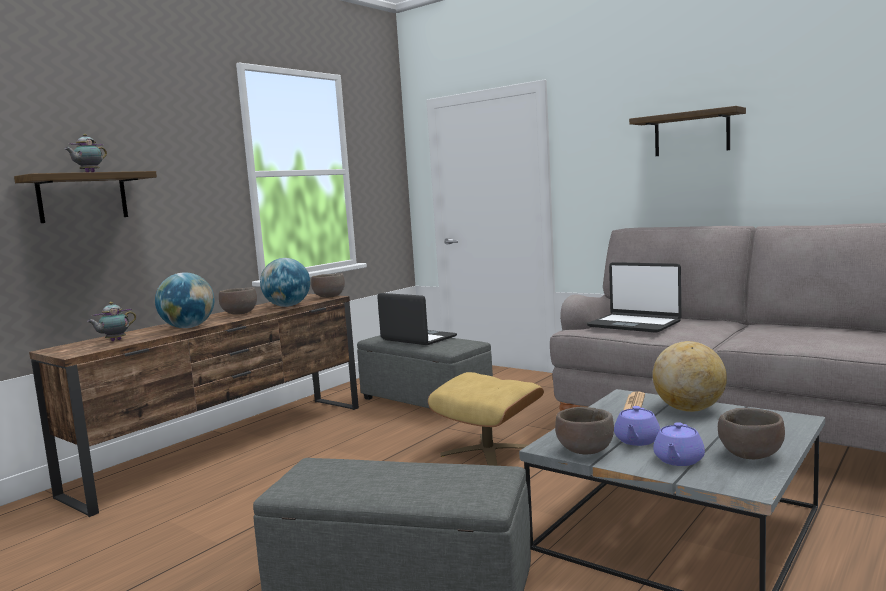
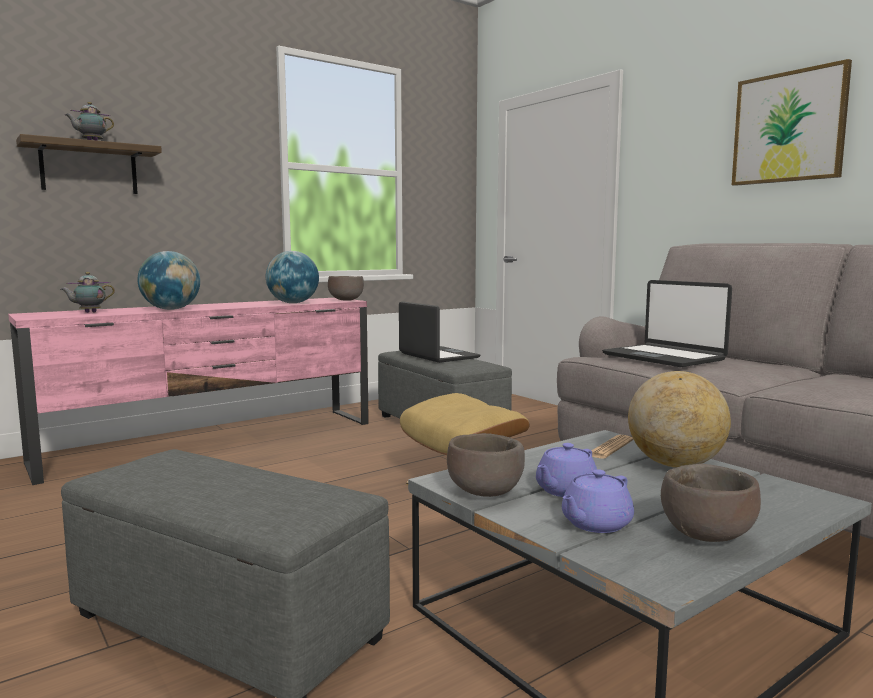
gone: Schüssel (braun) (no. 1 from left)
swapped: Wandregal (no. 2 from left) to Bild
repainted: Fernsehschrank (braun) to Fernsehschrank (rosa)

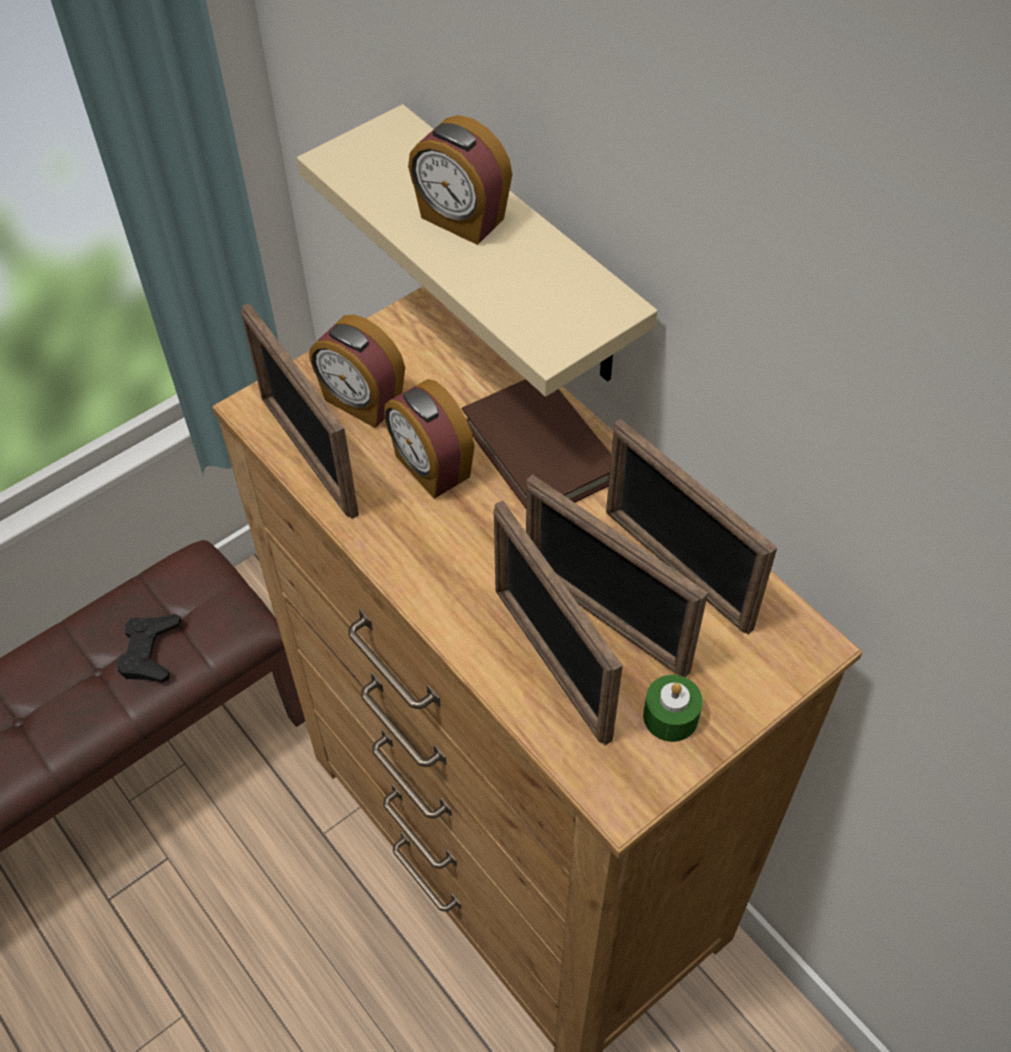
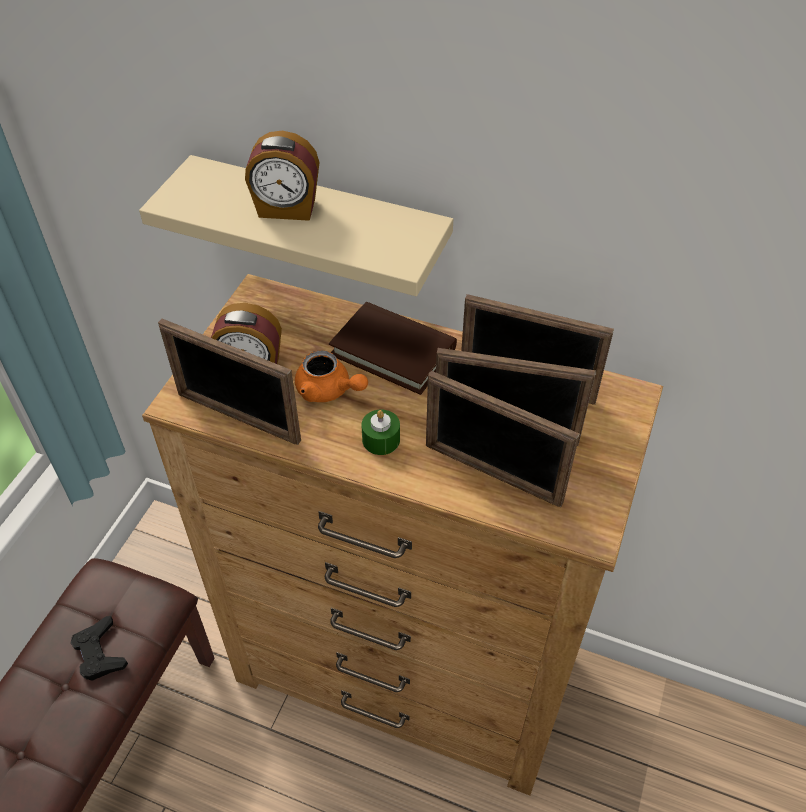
shifted: Kerze (grün)
swapped: Wecker (no. 2 from left) to Teekanne (orange)

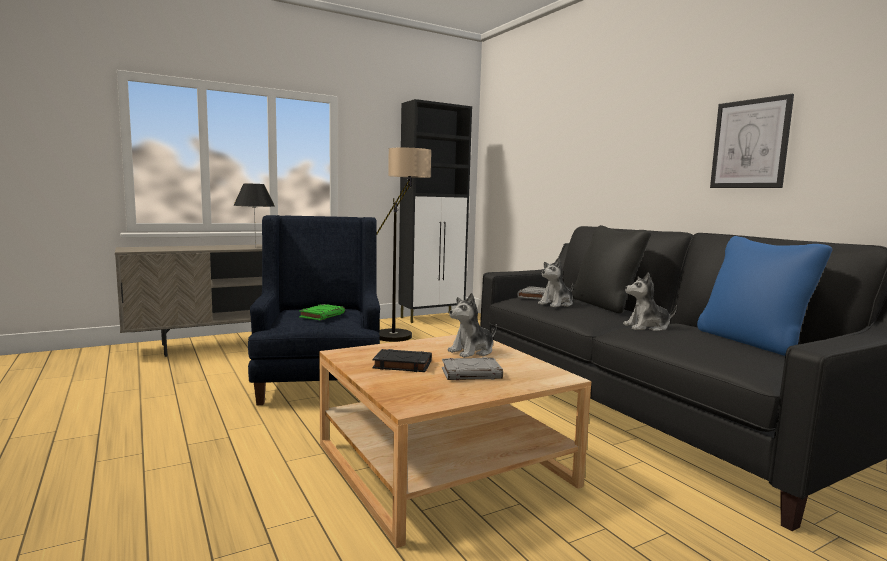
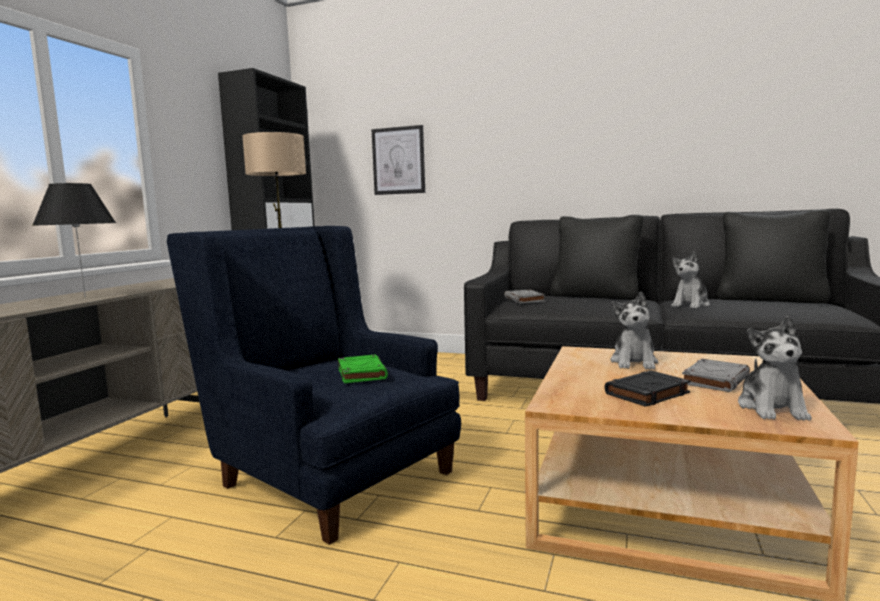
shifted: Bild; Plüschtier (no. 2 from left in the first image) to Plüschtier (no. 3 from left)
repainted: Kissen (blau) to Kissen (schwarz) (no. 2 from left)

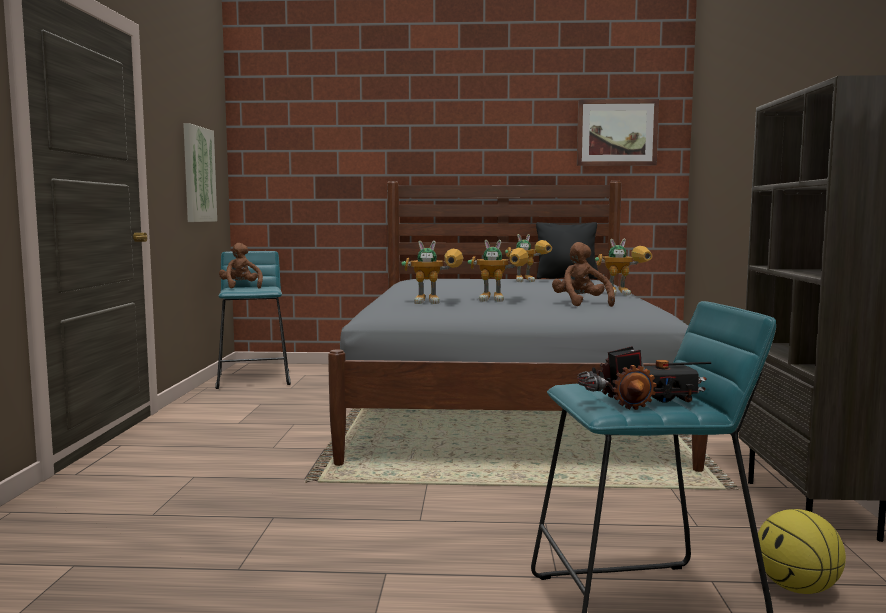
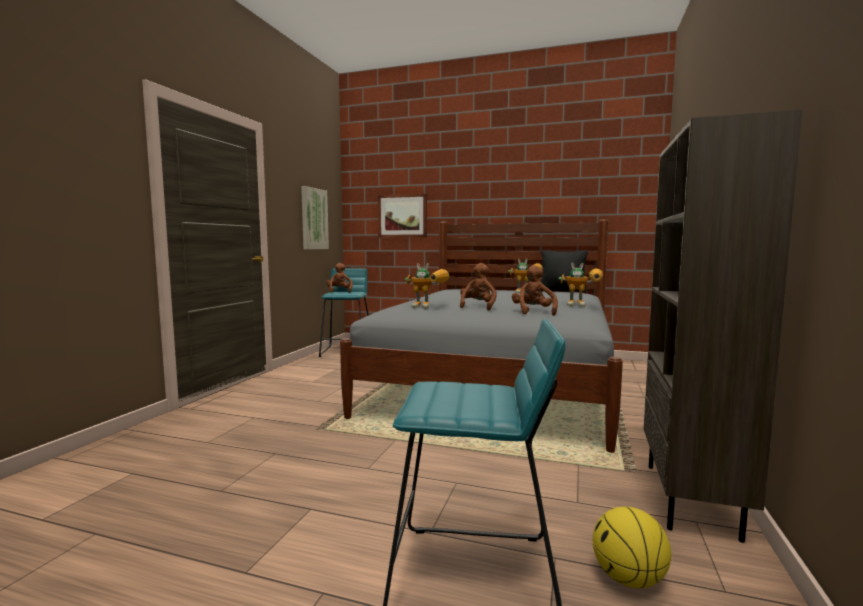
gone: Spielzeuglaster
shifted: Bild (no. 2 from left)
swapped: Spielzeugroboter (no. 2 from left) to Plüschtier (braun) (no. 2 from left)

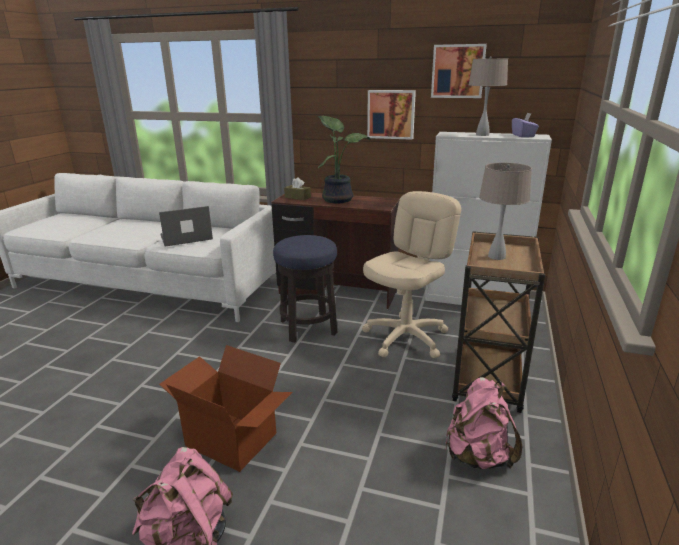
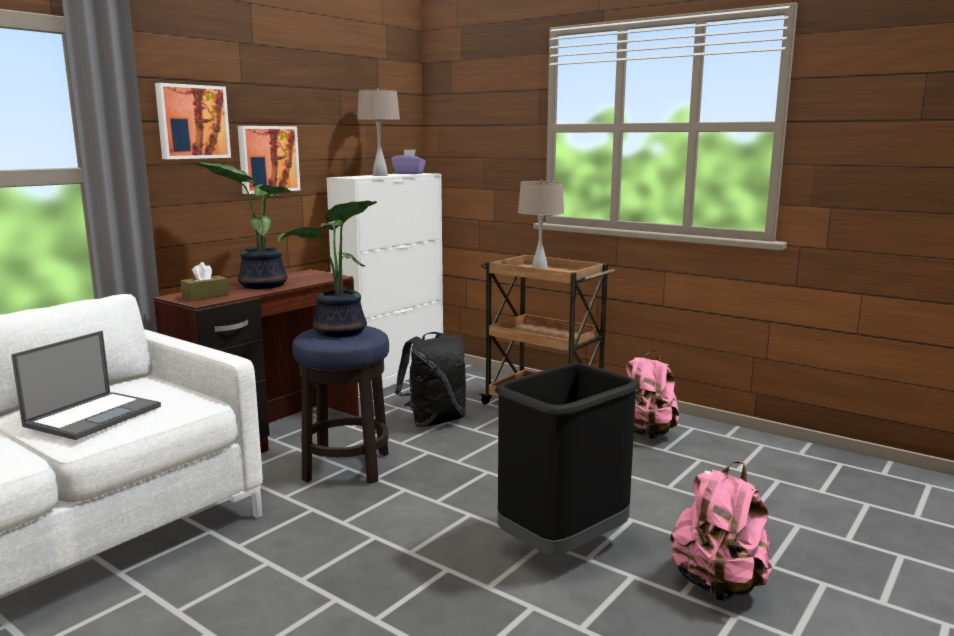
new: Topfpflanze (no. 2 from left)
shifted: Bild (no. 2 from left in the first image) to Bild (no. 1 from left)
swapped: Bürostuhl (beige) to Rucksack (schwarz); Karton to Mülleimer (schwarz)
rotated: Laptop 150 degrees counterclockwise

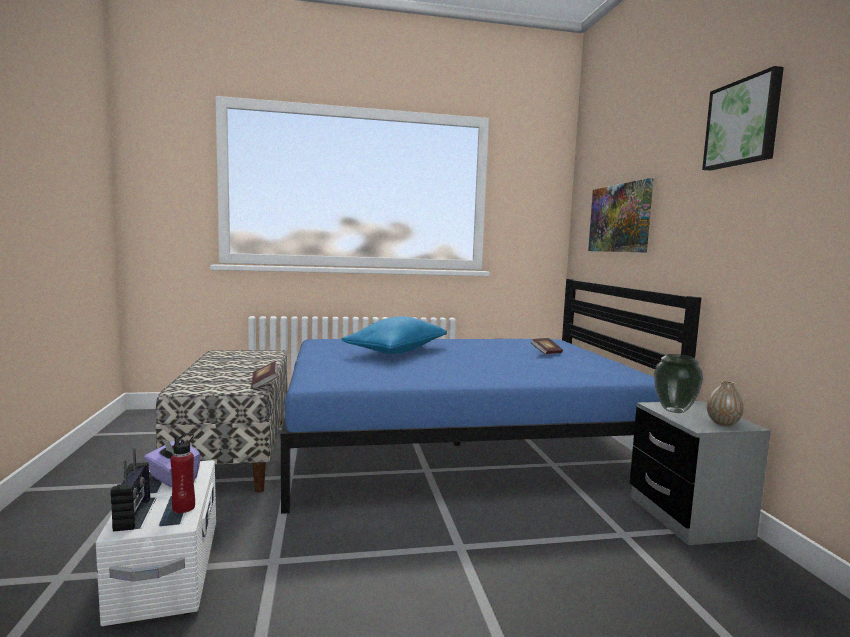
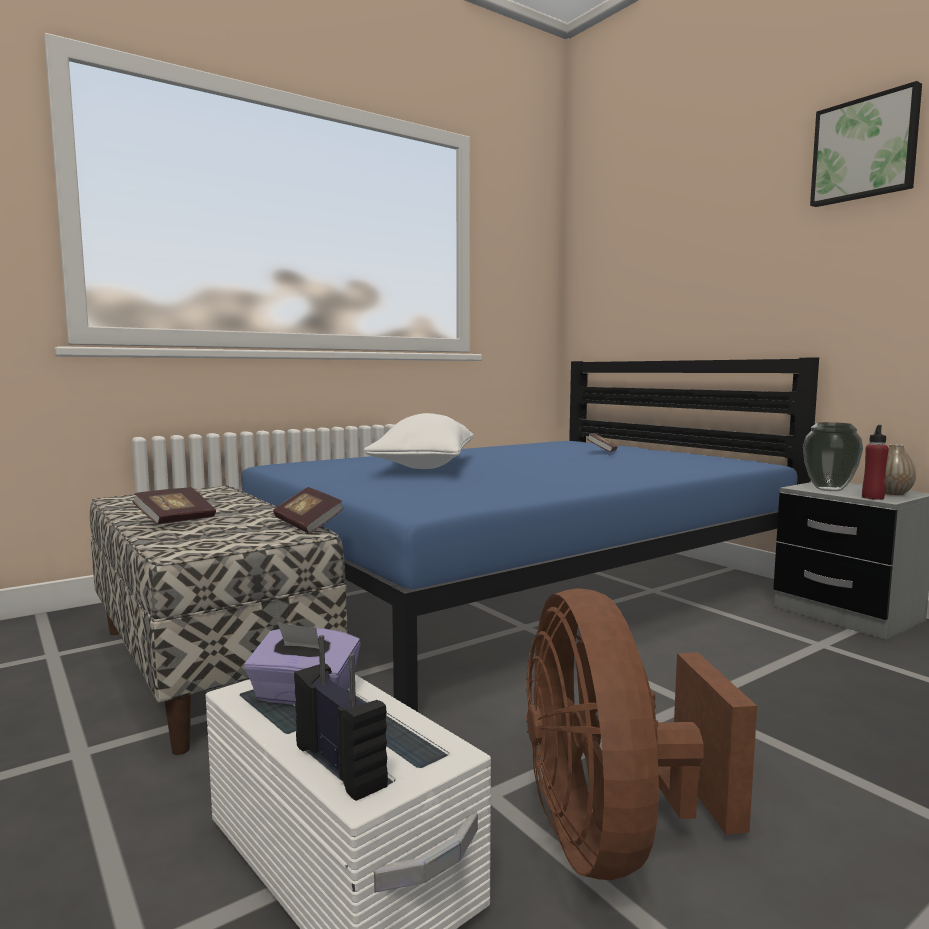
gone: Bild (no. 1 from left)
new: Buch (no. 1 from left); Ventilator (braun)
shifted: Flasche (rot)
repainted: Kissen (blau) to Kissen (weiß)

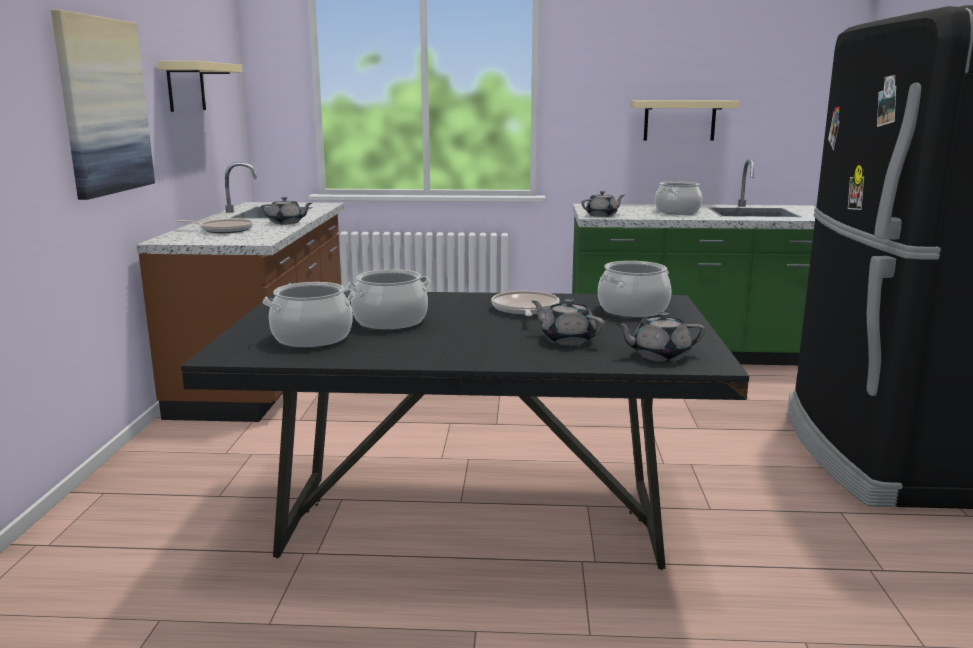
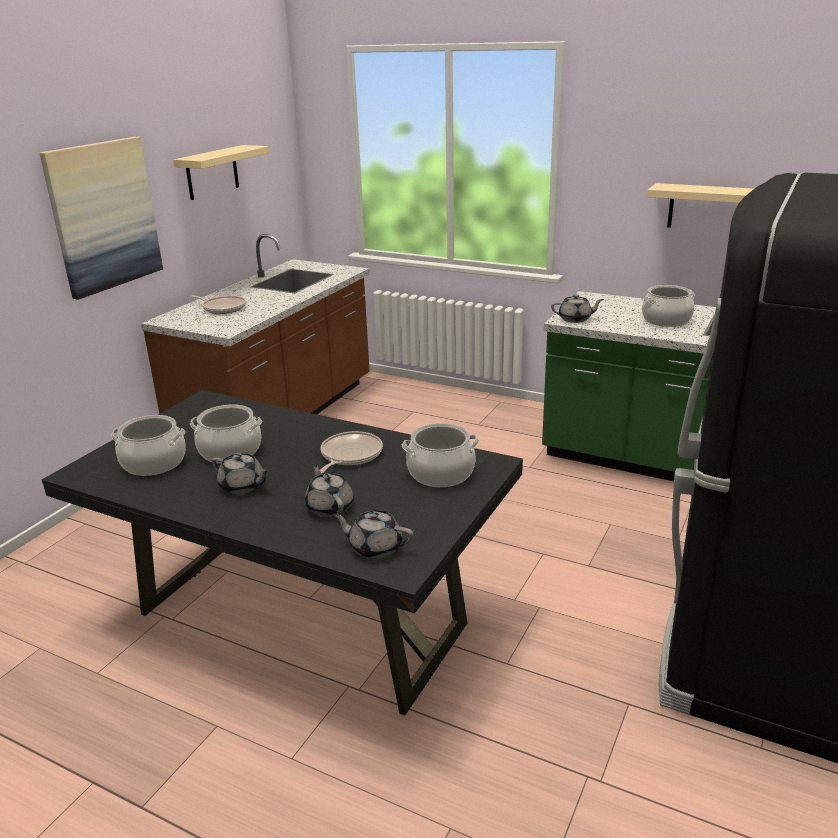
shifted: Teekanne (grau) (no. 1 from left)

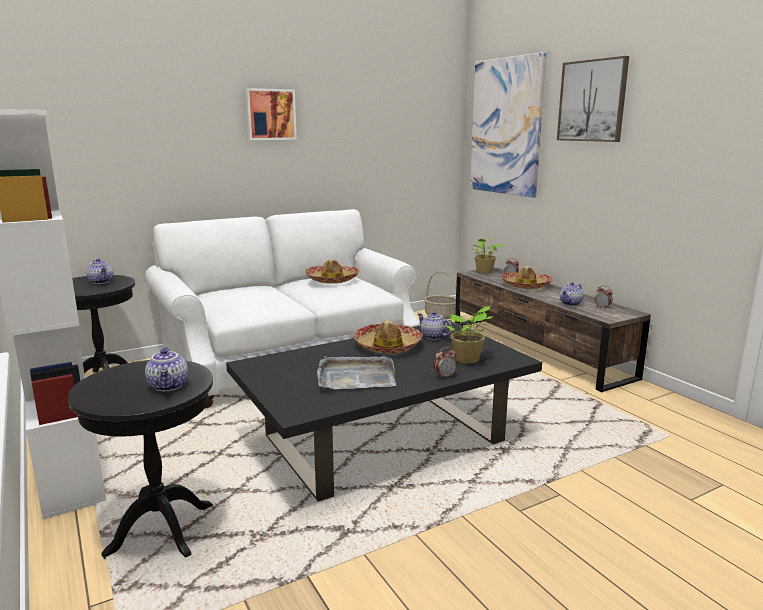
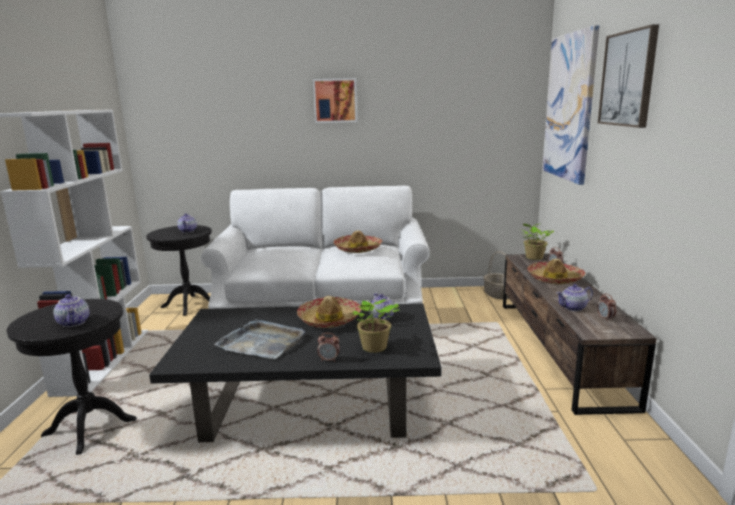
rotated: Teekanne (no. 2 from left in the first image) 45 degrees counterclockwise

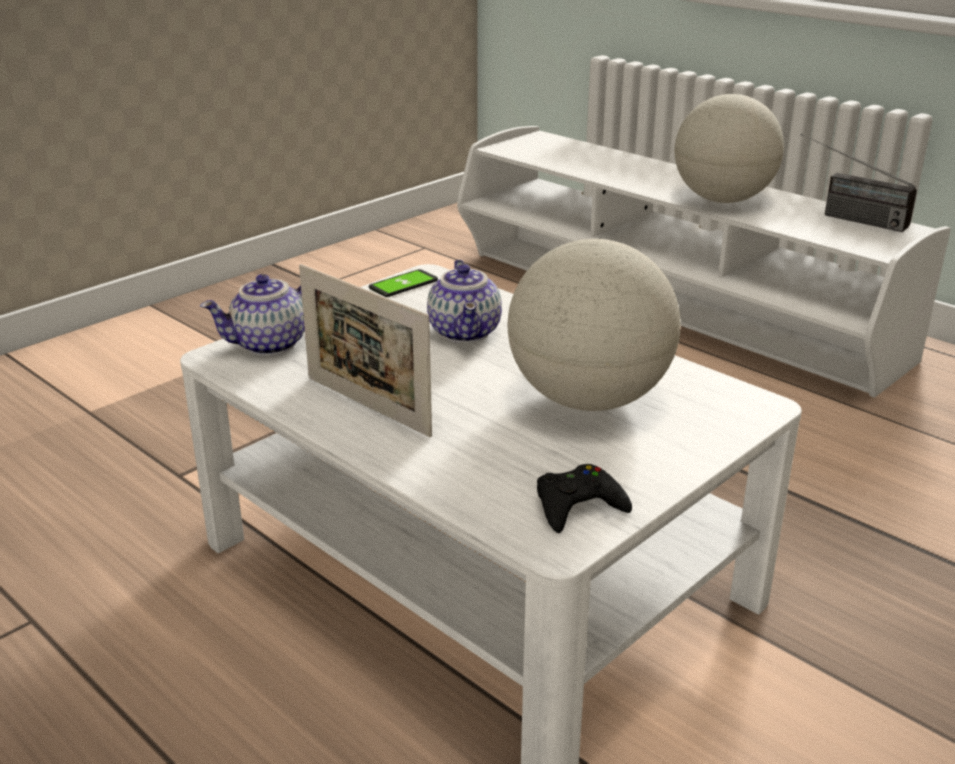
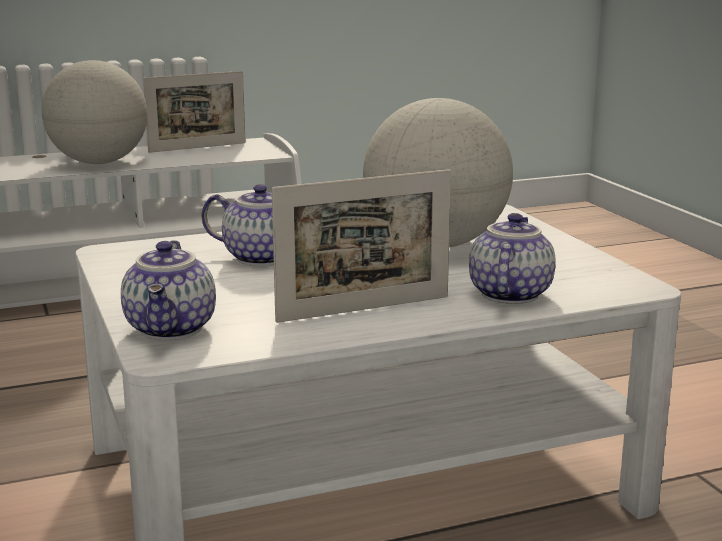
gone: Handy; Gamepad (schwarz)
new: Teekanne (no. 3 from left)
swapped: Radio to Bilderrahmen (no. 1 from left)

